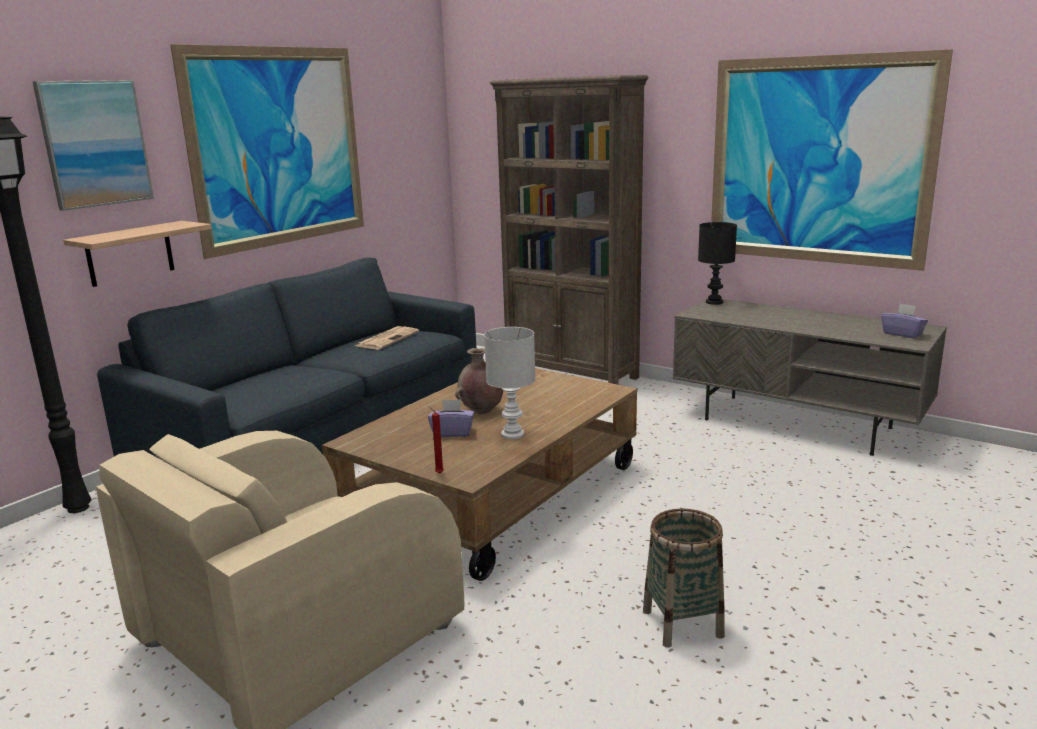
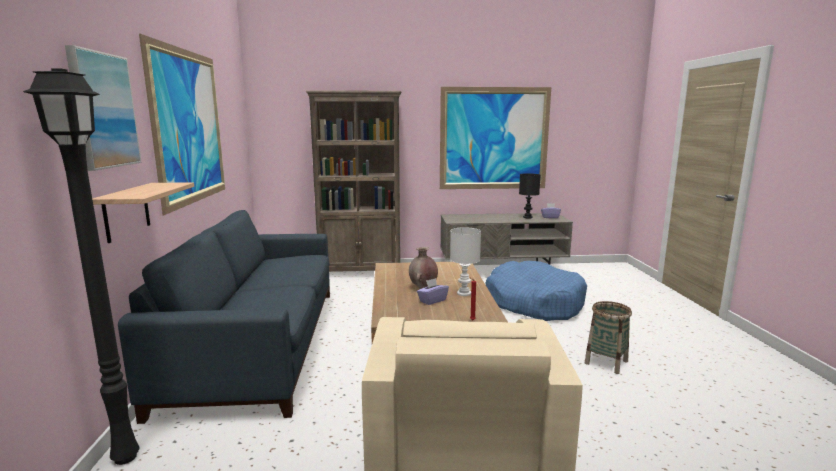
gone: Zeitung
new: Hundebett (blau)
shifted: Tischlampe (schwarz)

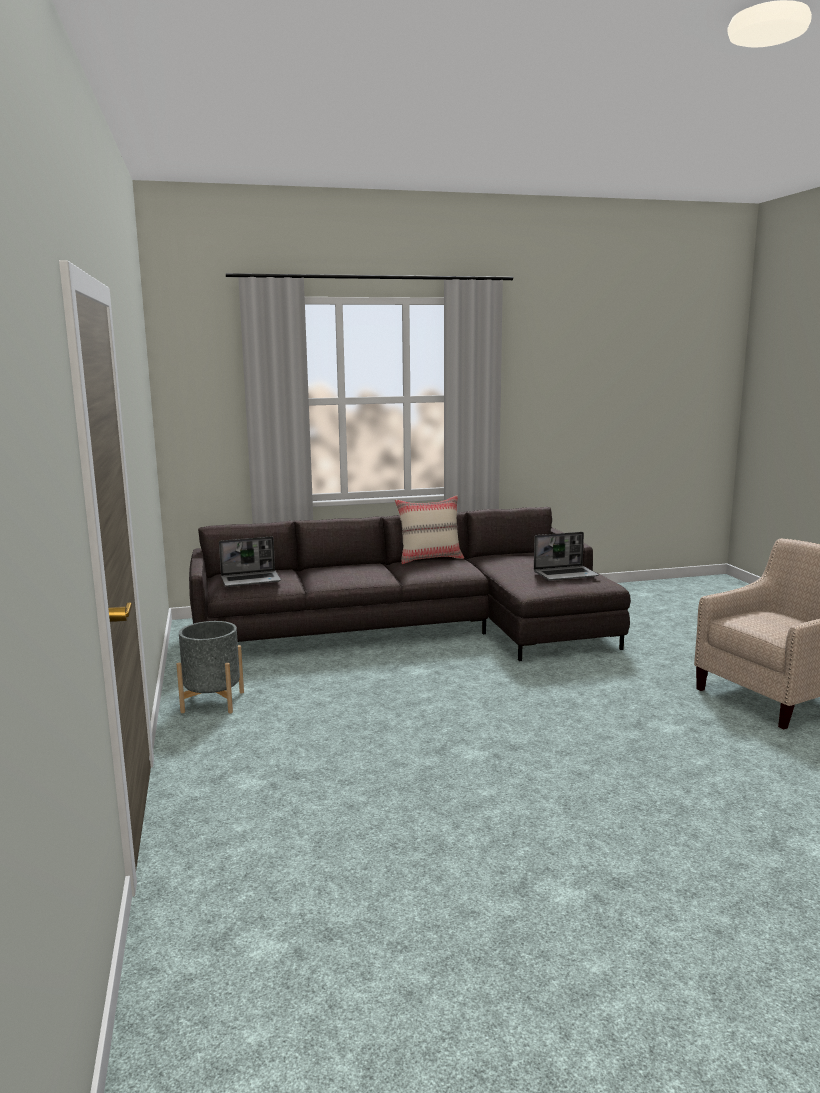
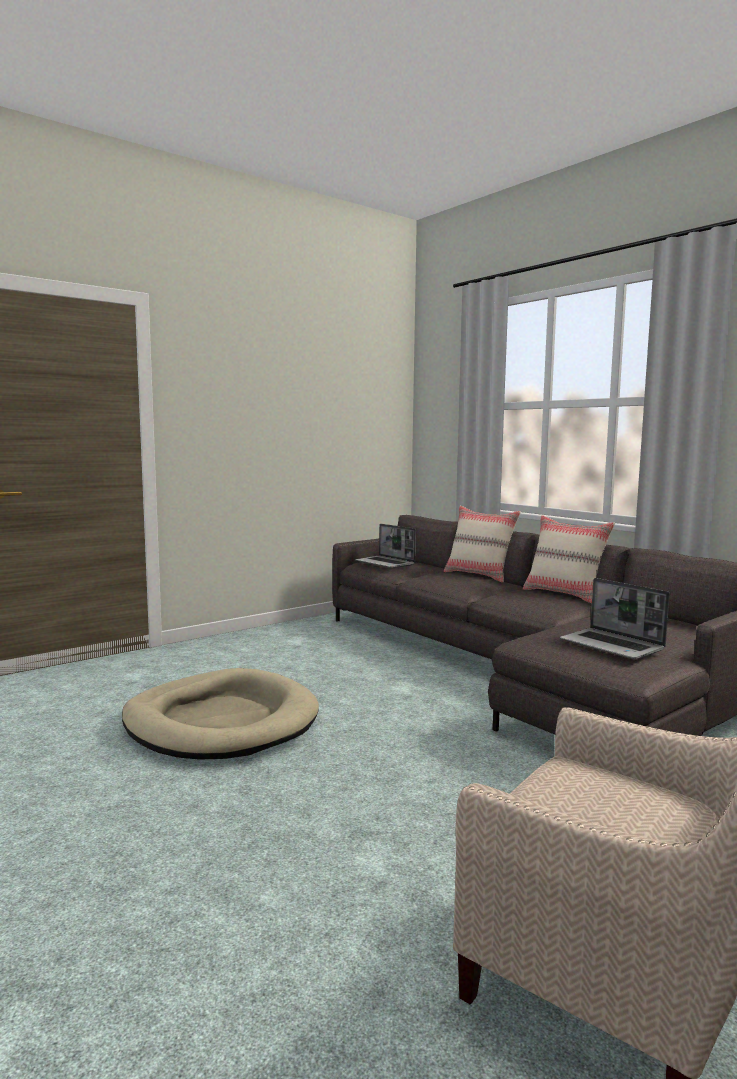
gone: Pflanzkübel (grau)
new: Hundebett (beige); Kissen (beige) (no. 1 from left)

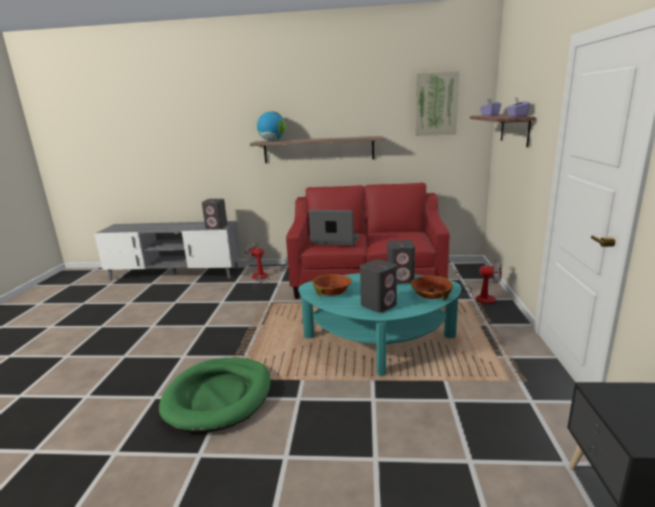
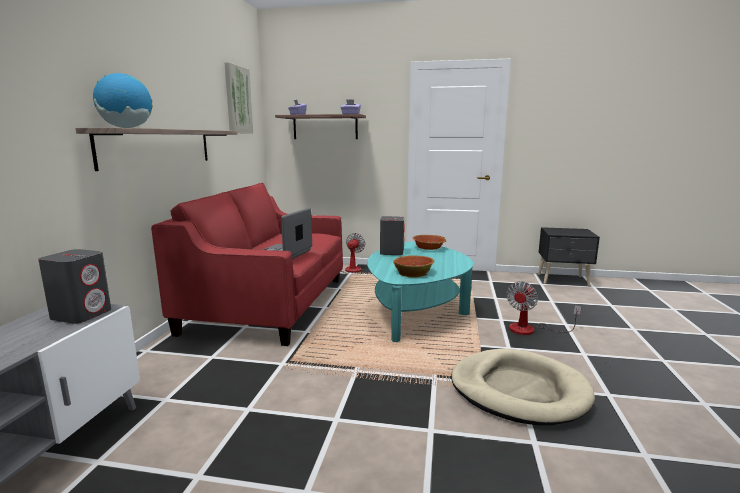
gone: Lautsprecher (grau) (no. 2 from left)
shifted: Ventilator (no. 1 from left in the first image) to Ventilator (no. 2 from left)
repainted: Hundebett (grün) to Hundebett (beige)

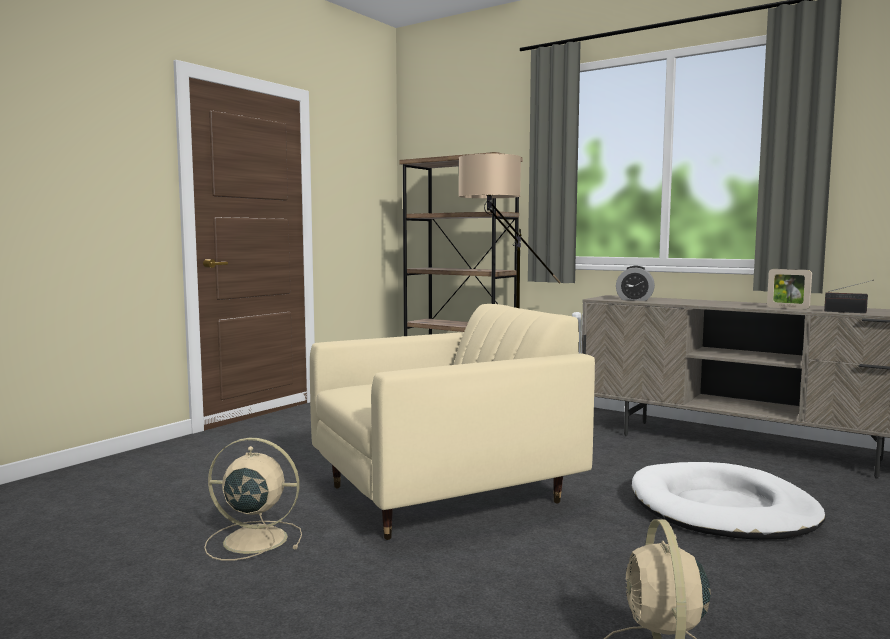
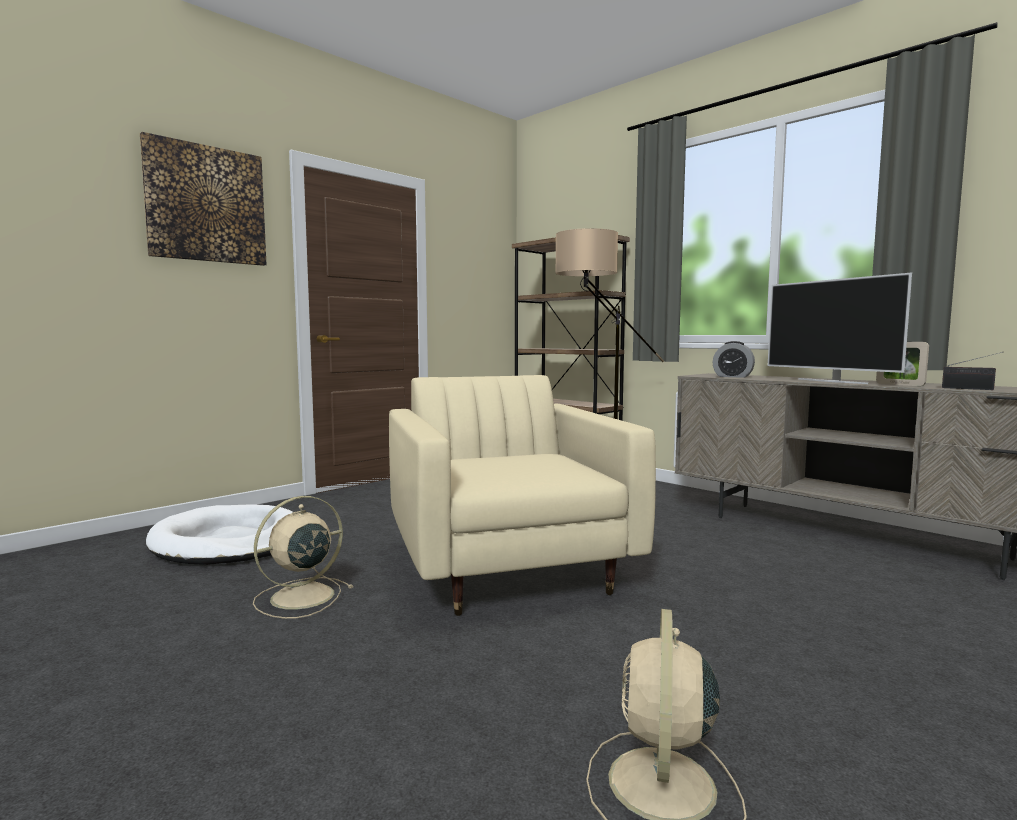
new: Bild; Fernseher
shifted: Hundebett (weiß)
rotated: Ventilator (beige) (no. 1 from left) 60 degrees counterclockwise; Sessel (beige) 90 degrees counterclockwise

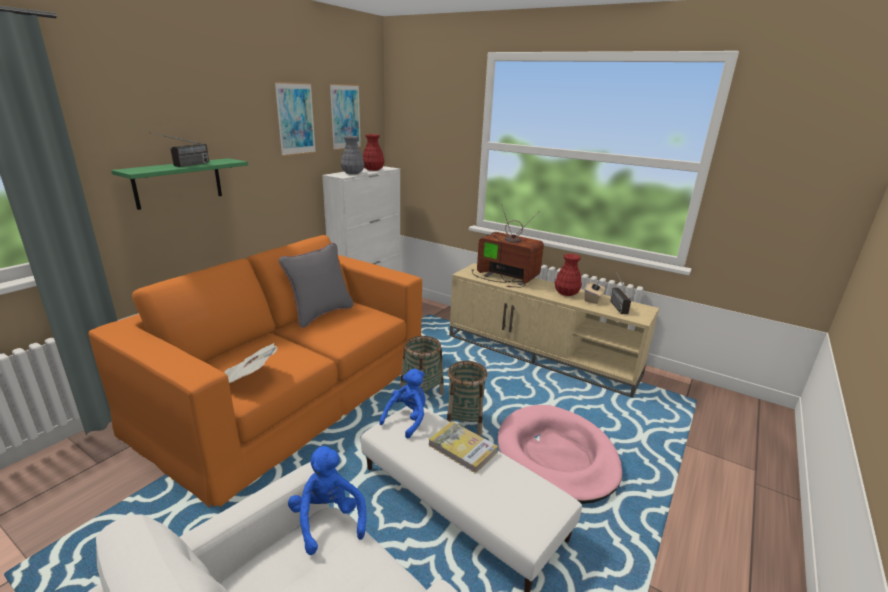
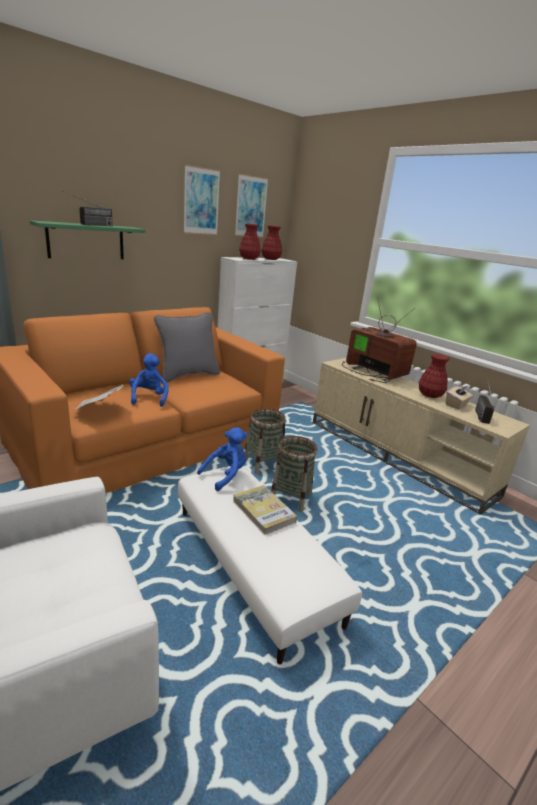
gone: Hundebett (rosa)
shifted: Plüschtier (blau) (no. 1 from left)
repainted: Vase (grau) to Vase (rot) (no. 1 from left)

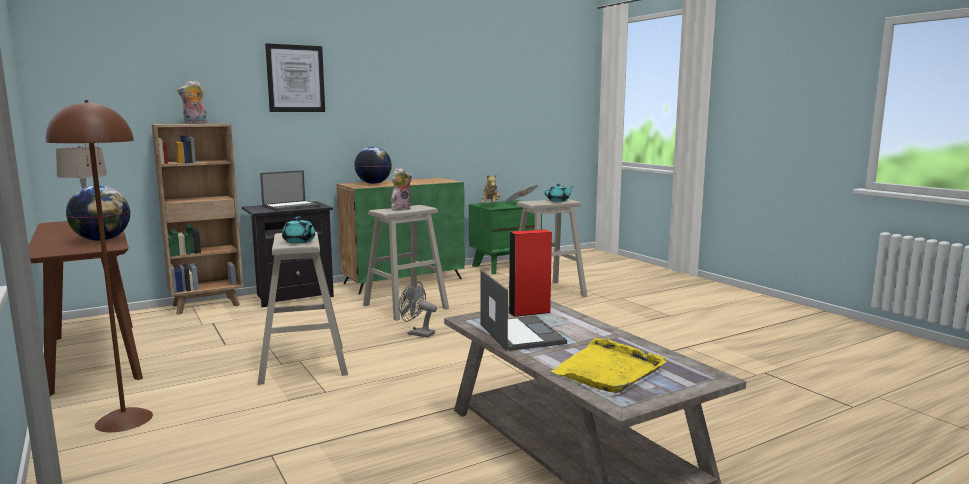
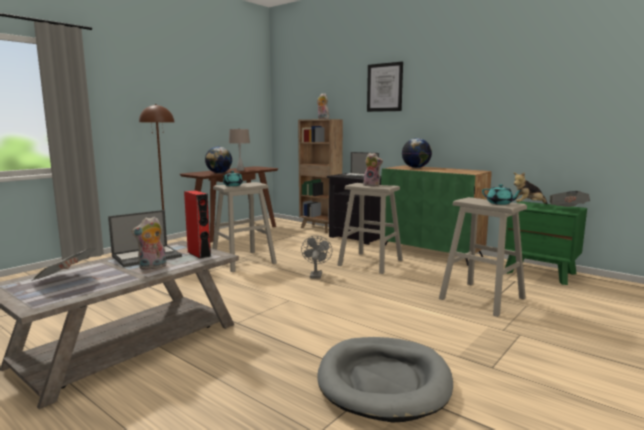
new: Plüschtier (no. 1 from left); Hundebett (grau)
swapped: Tablett (gelb) to Zeitung (no. 1 from left)

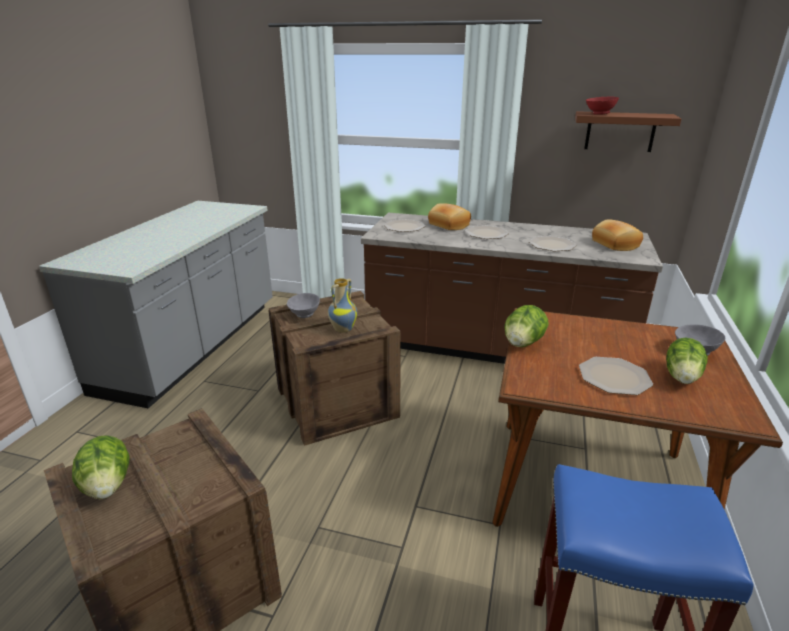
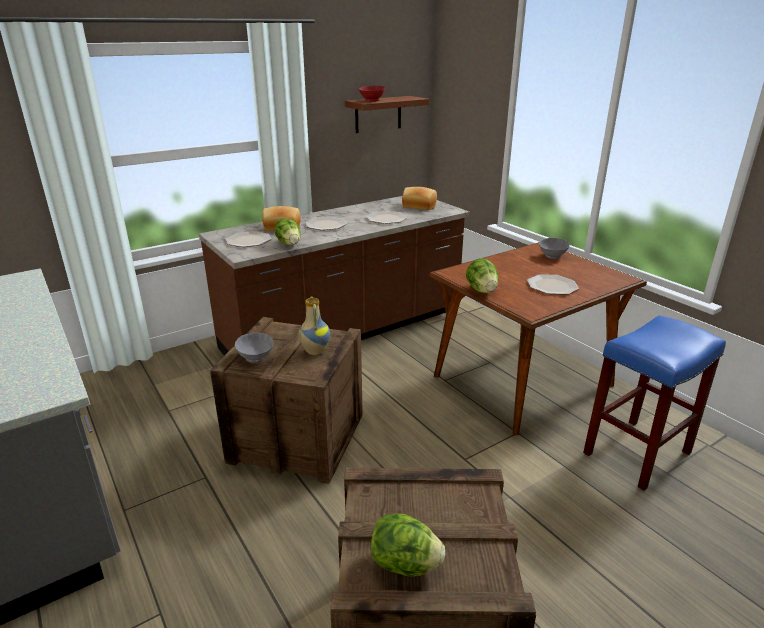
shifted: Salatkopf (no. 3 from left in the first image) to Salatkopf (no. 1 from left)

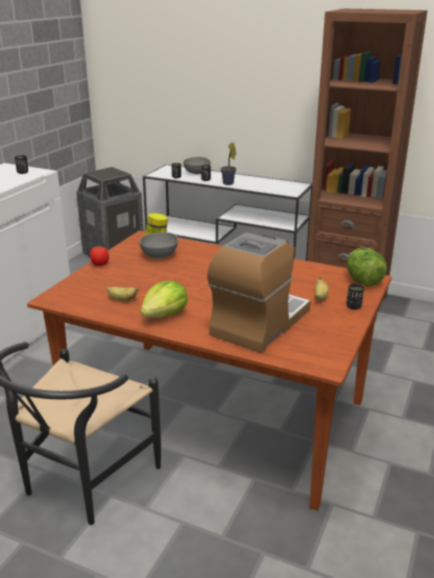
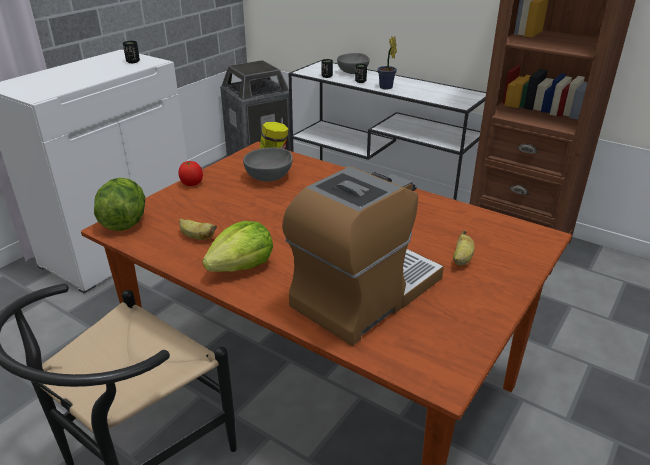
gone: Tasse (schwarz) (no. 4 from left)
shifted: Salatkopf (no. 2 from left in the first image) to Salatkopf (no. 1 from left)

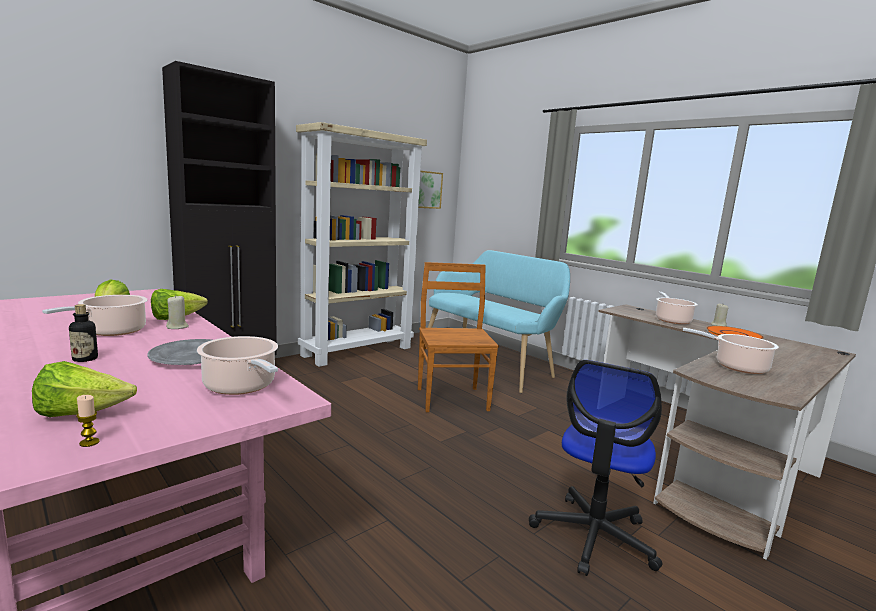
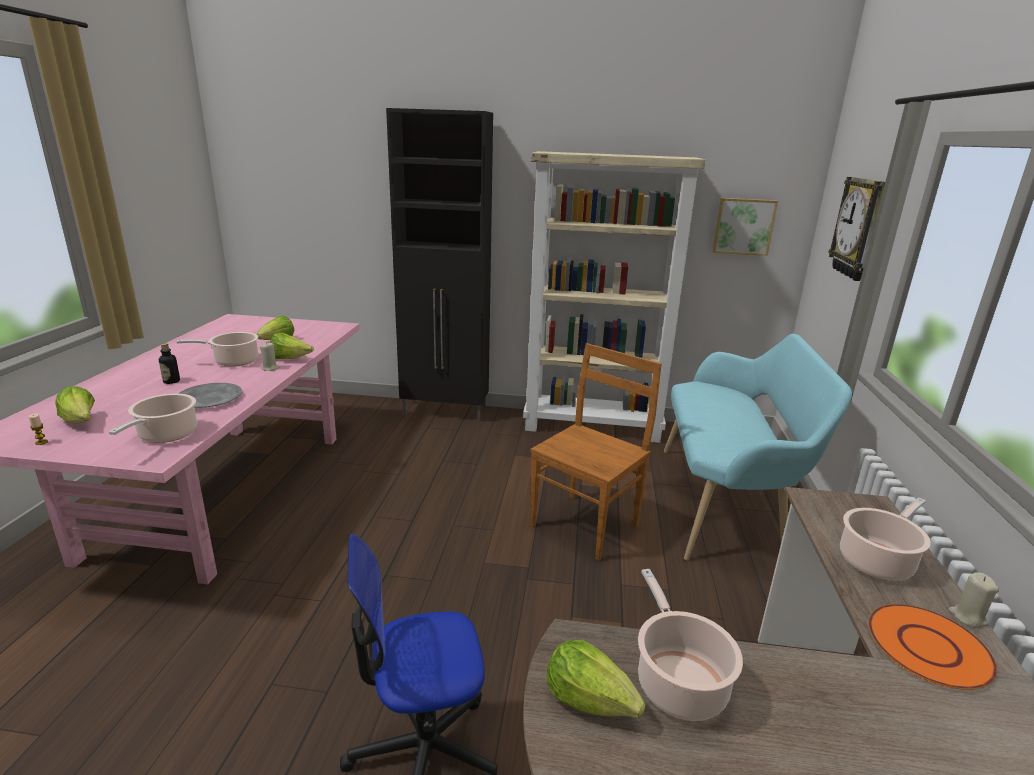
new: Salatkopf (no. 4 from left); Wanduhr

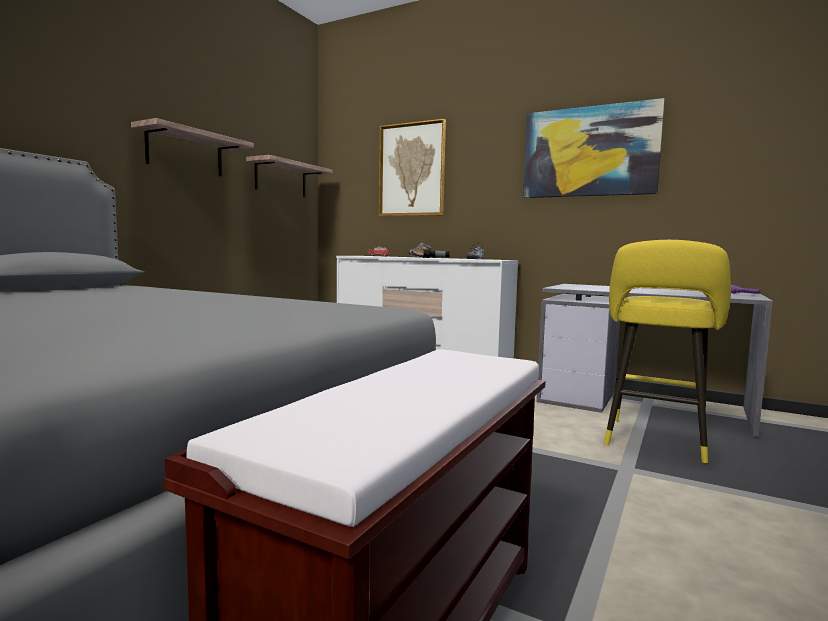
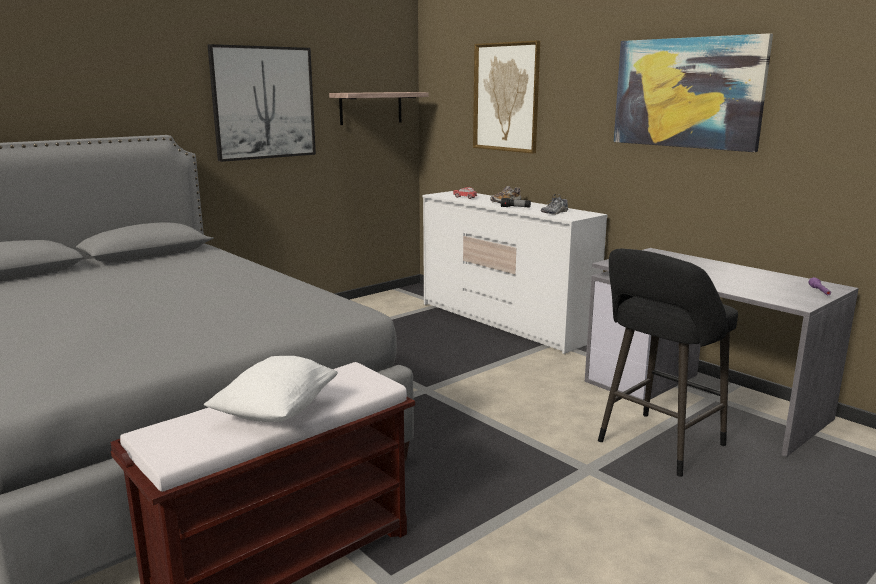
new: Kissen (weiß)
swapped: Wandregal (no. 1 from left) to Bild (no. 1 from left)
repainted: Hocker (gelb) to Hocker (schwarz)

